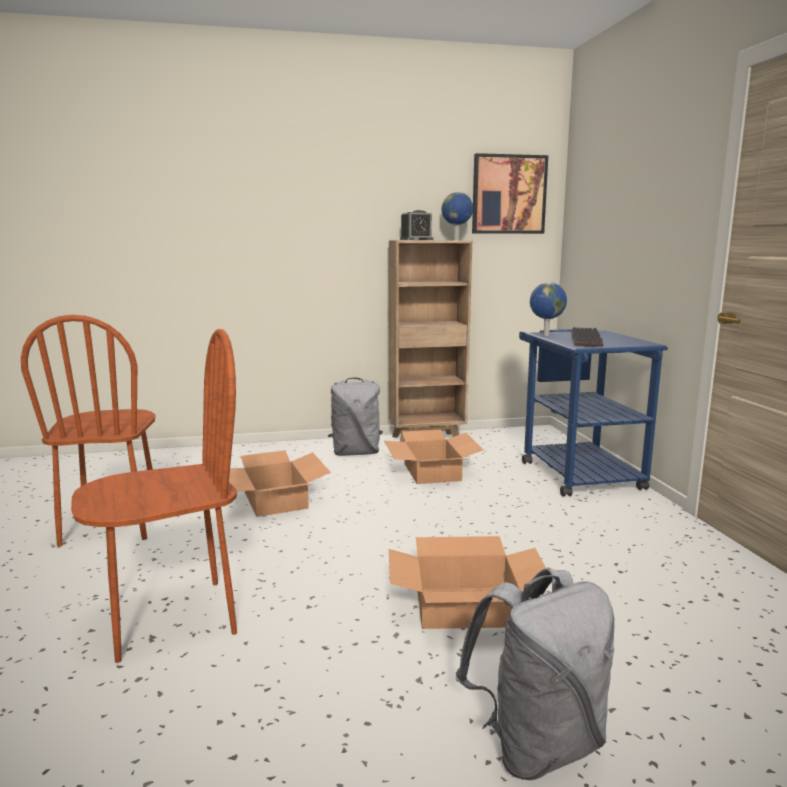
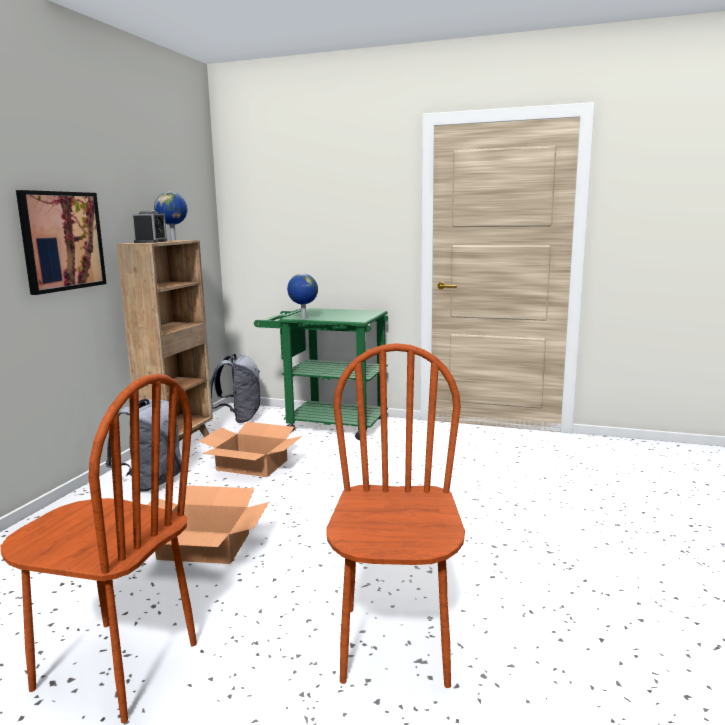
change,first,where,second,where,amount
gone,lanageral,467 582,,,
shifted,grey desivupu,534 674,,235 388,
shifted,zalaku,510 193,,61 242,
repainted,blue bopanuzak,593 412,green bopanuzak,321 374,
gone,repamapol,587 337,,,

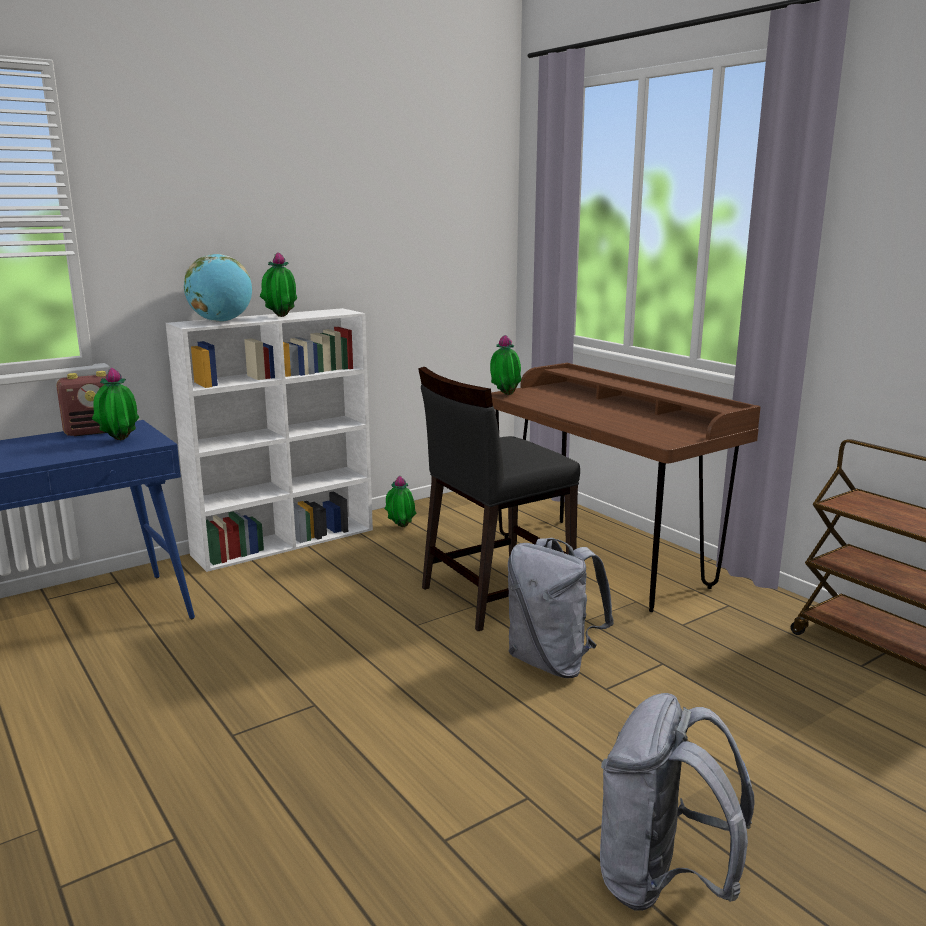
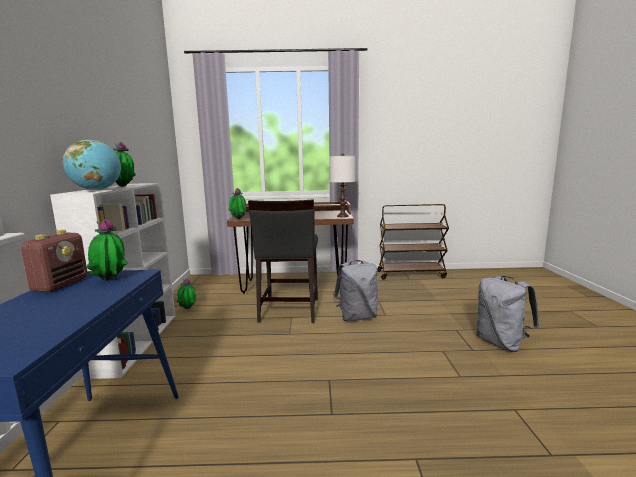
change,first,where,second,where,amount
new,,,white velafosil,342 185,

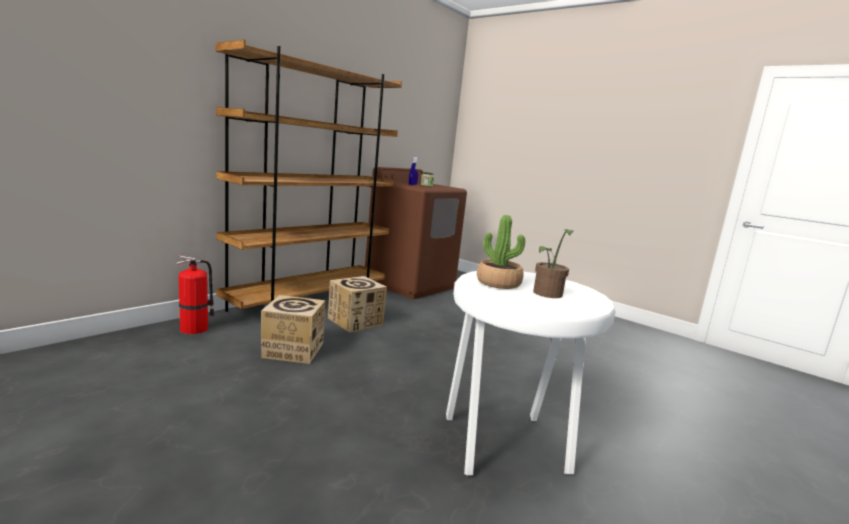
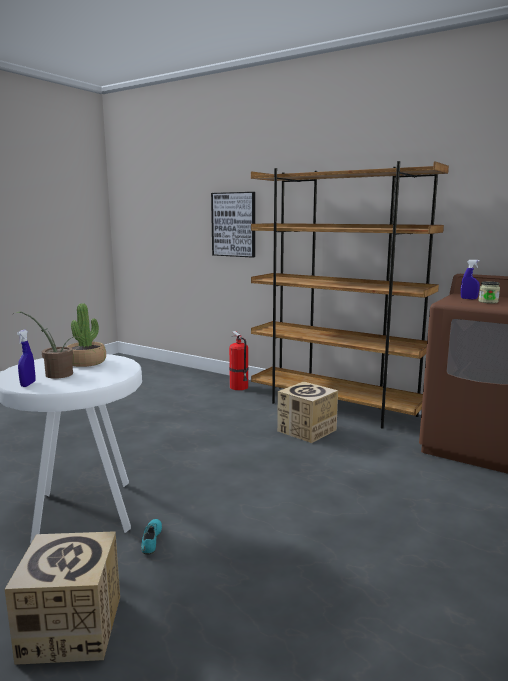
change,first,where,second,where,amount
shifted,lanageral,293 329,,62 598,
new,,,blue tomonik,26 358,
new,,,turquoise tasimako,151 537,
new,,,zalaku,233 225,

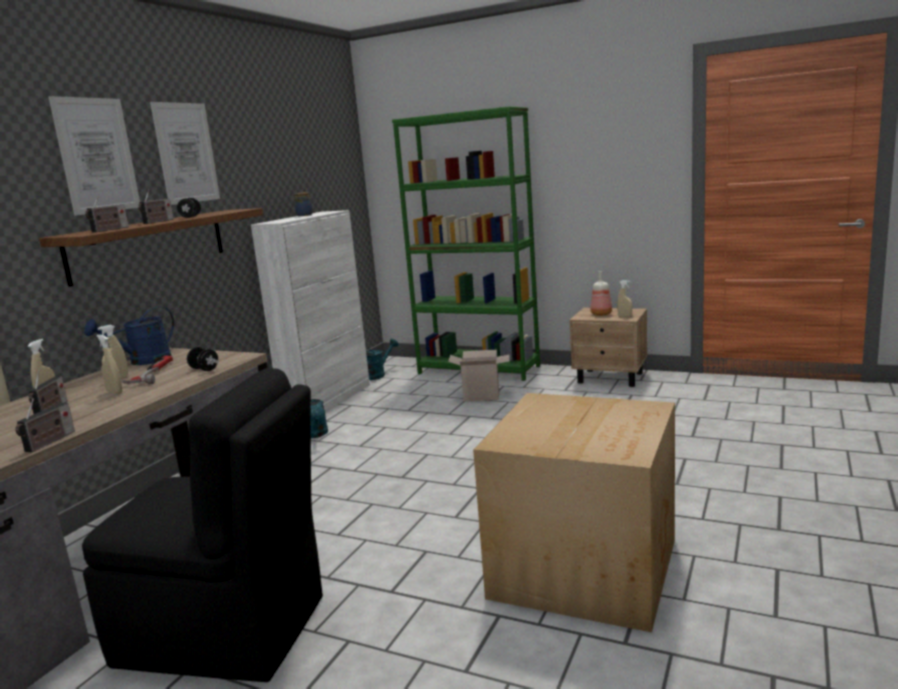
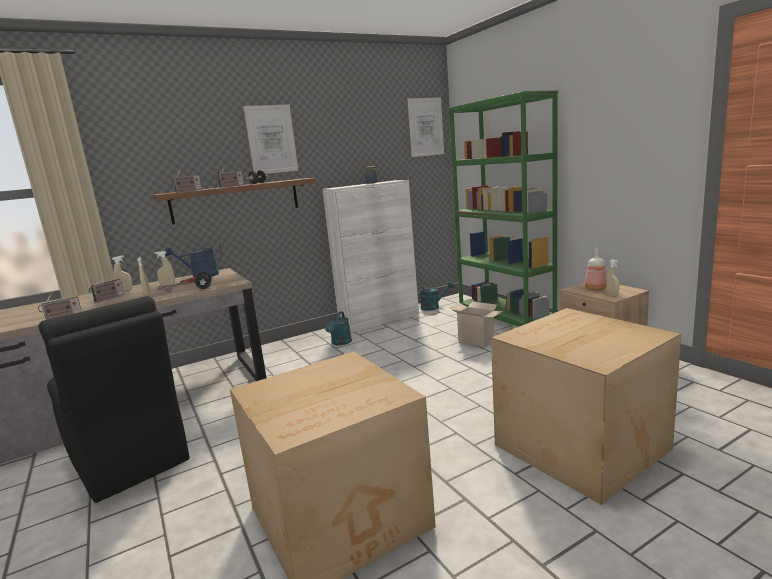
change,first,where,second,where,amount
shifted,zalaku,94 156,,425 127,
new,,,lanageral,586 406,

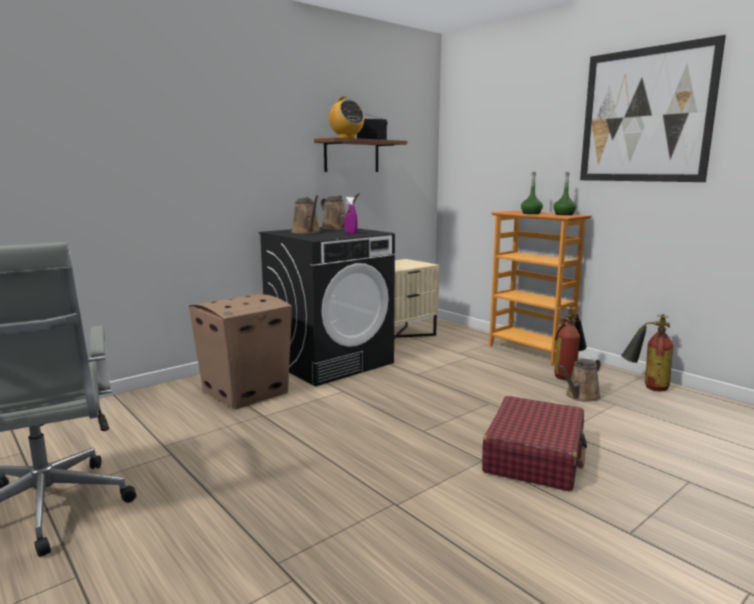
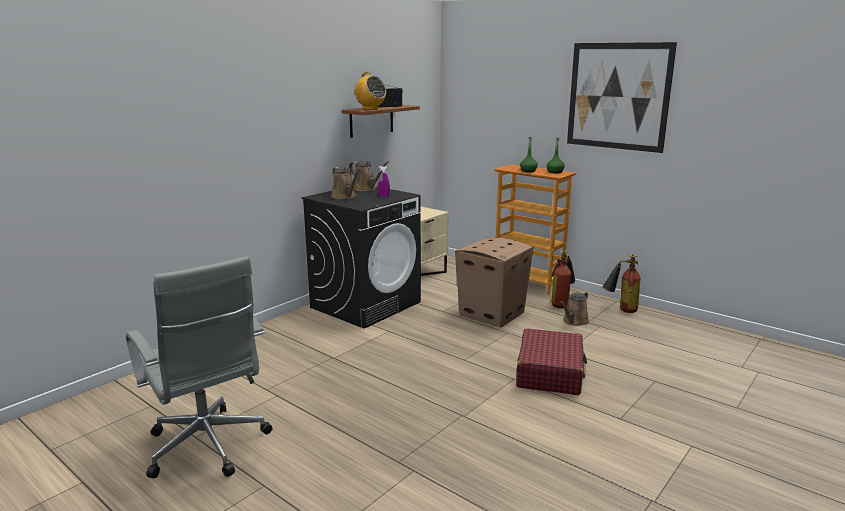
change,first,where,second,where,amount
shifted,lanageral,240 352,,494 282,

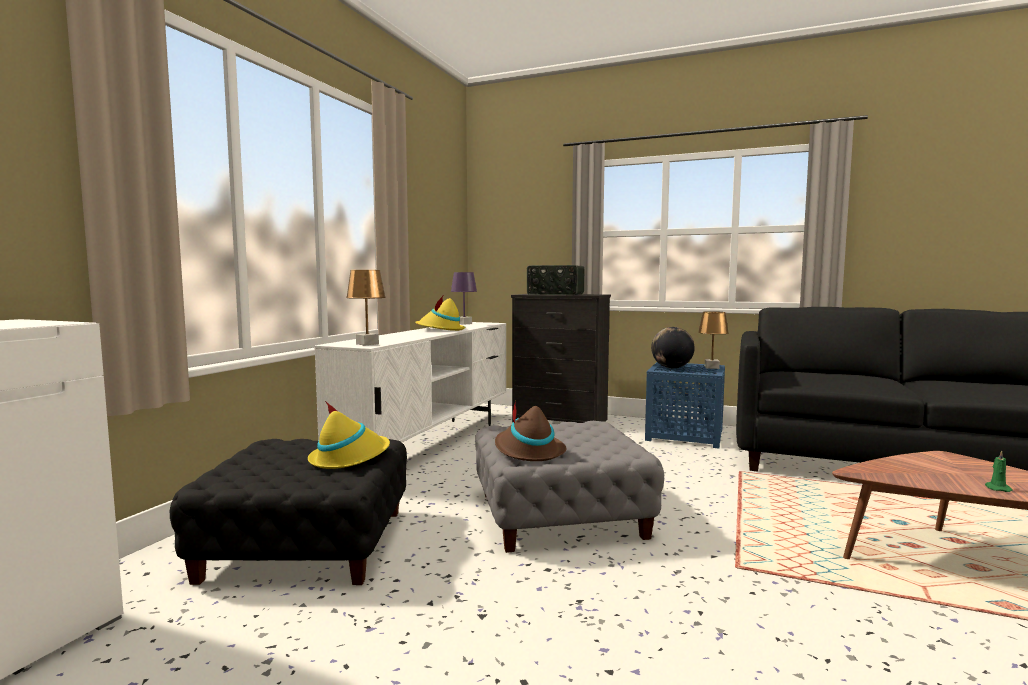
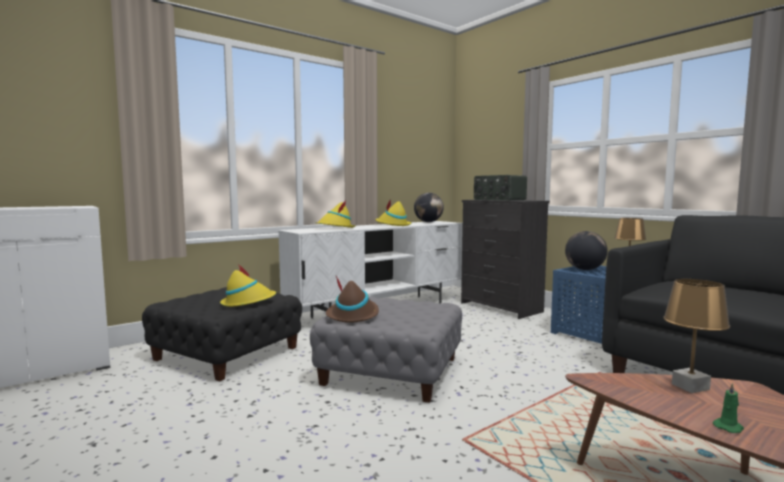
change,first,where,second,where,amount
shifted,brown velafosil,366 307,,696 336,
swapped,purple velafosil,464 298,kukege,429 207,
new,,,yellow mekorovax,335 213,

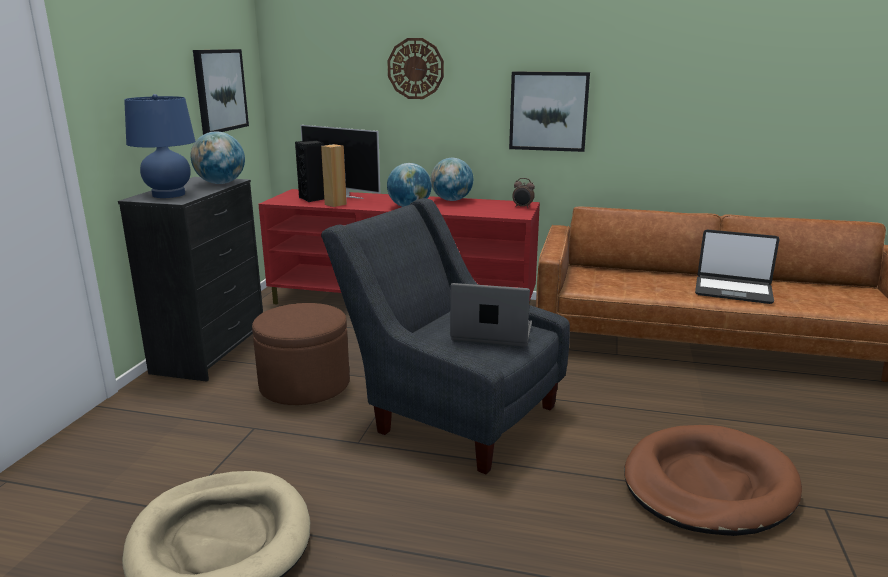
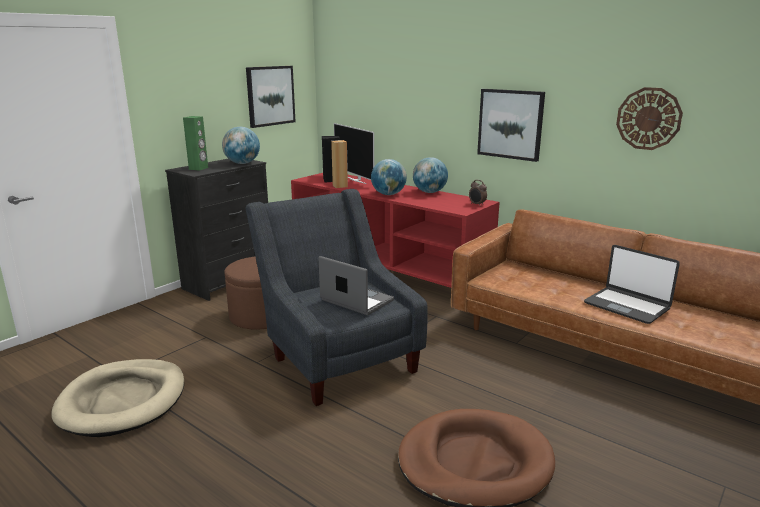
change,first,where,second,where,amount
swapped,blue velafosil,159 146,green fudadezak,195 143,
shifted,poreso,415 68,,649 118,

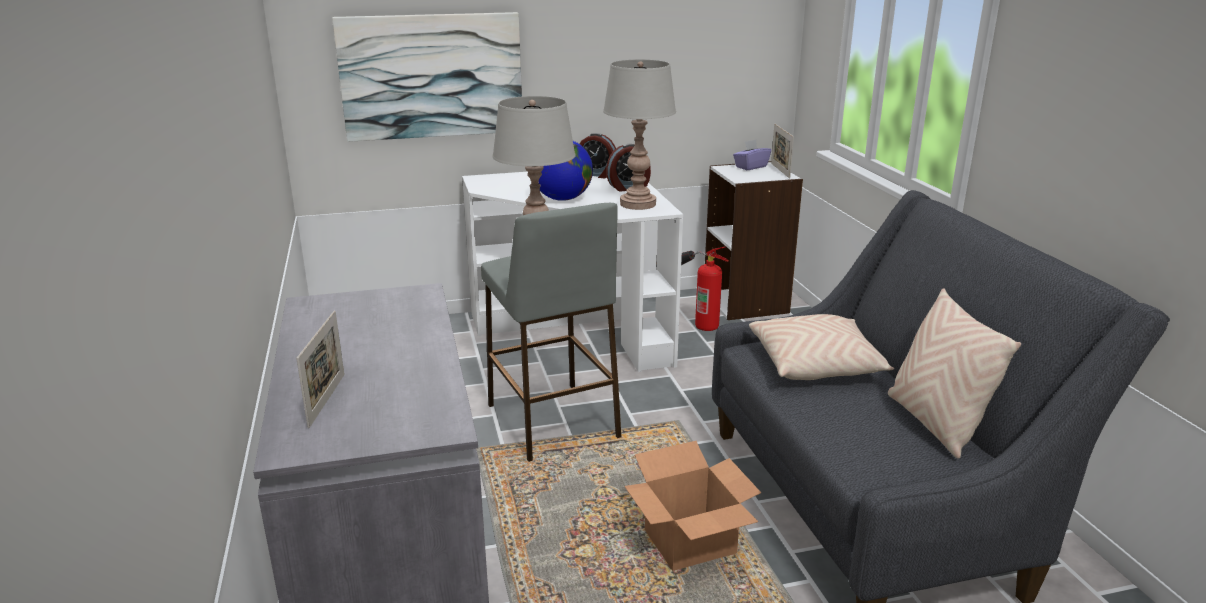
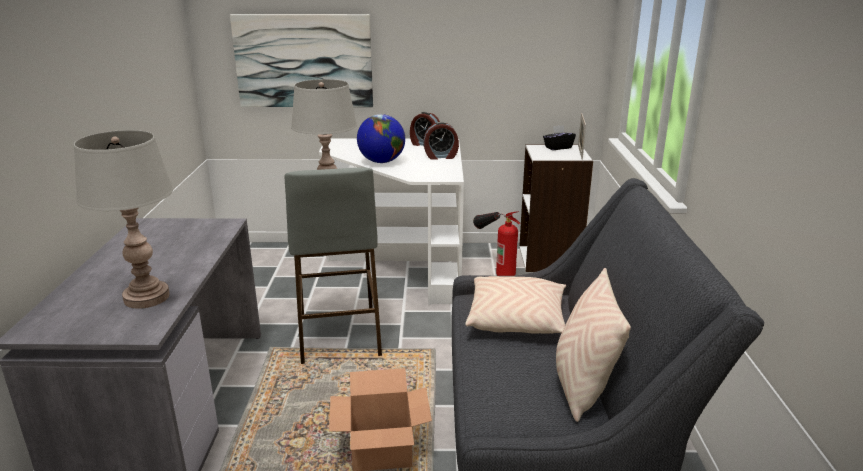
change,first,where,second,where,amount
gone,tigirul,320 369,,,
shifted,grey velafosil,639 134,,123 219,
repainted,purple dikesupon,752 155,black dikesupon,559 137,

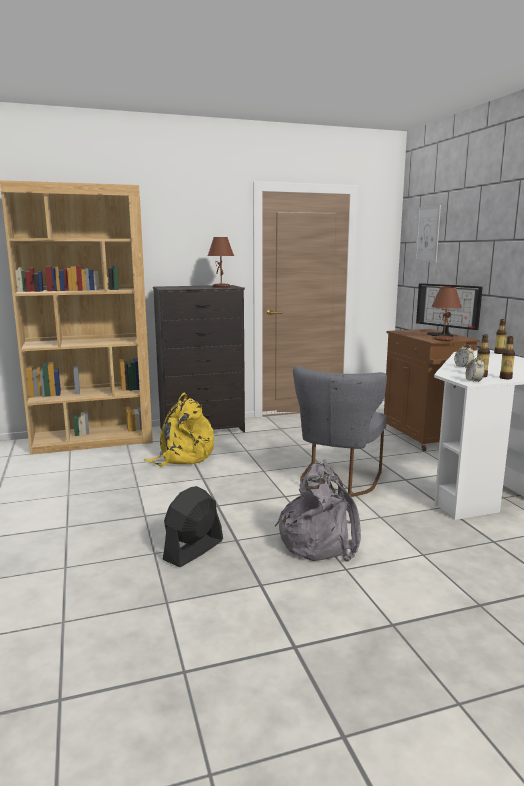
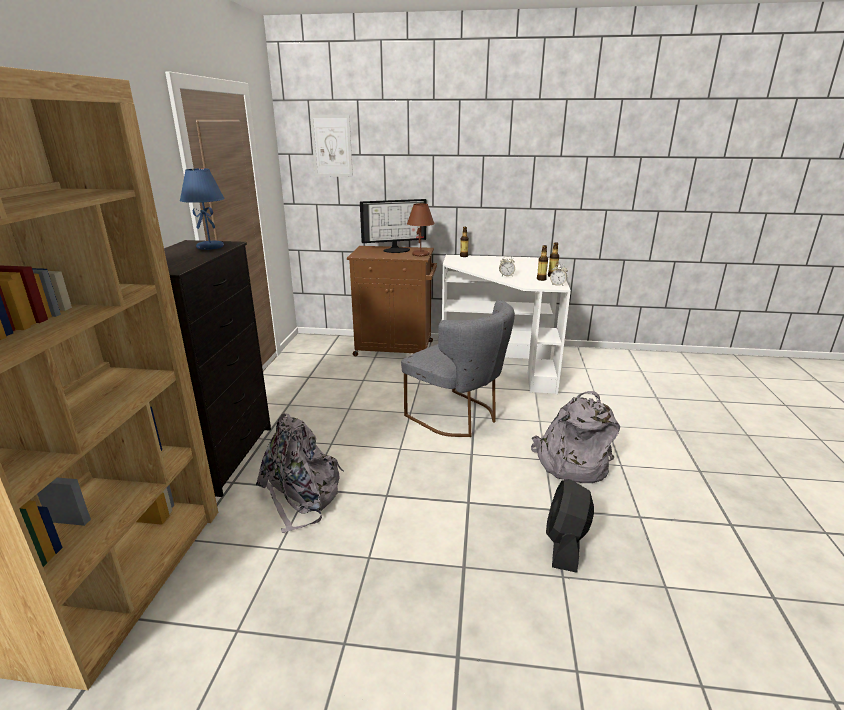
change,first,where,second,where,amount
repainted,yellow desivupu,179 429,grey desivupu,300 473,
rotated,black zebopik,193 526,,570 526,45 degrees clockwise
repainted,brown velafosil,221 262,blue velafosil,202 209,

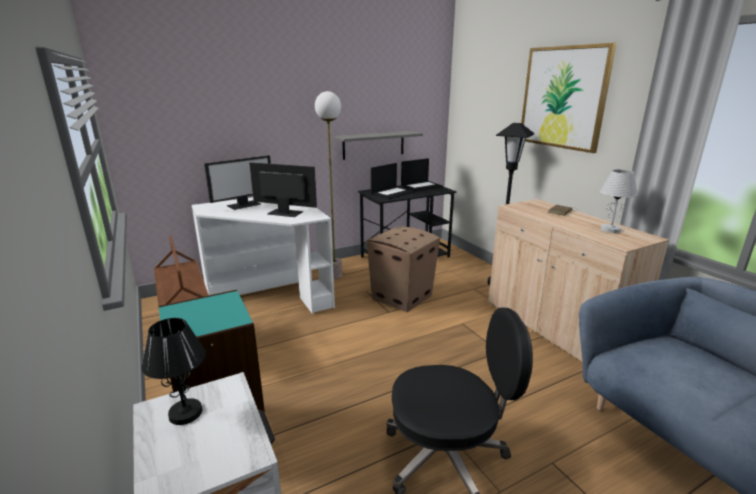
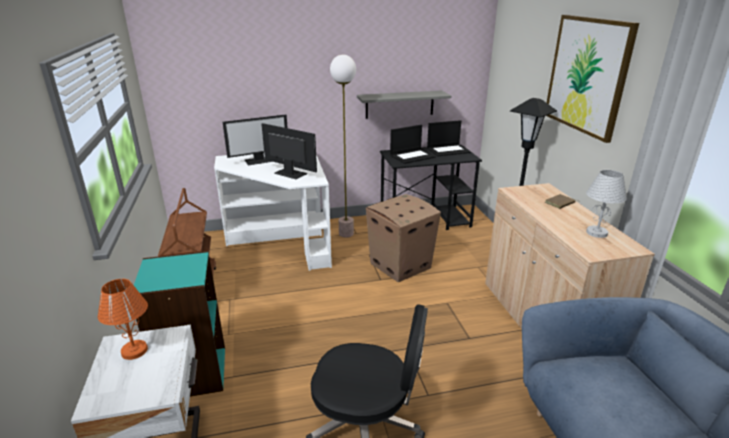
change,first,where,second,where,amount
repainted,black velafosil,173 371,orange velafosil,123 319,

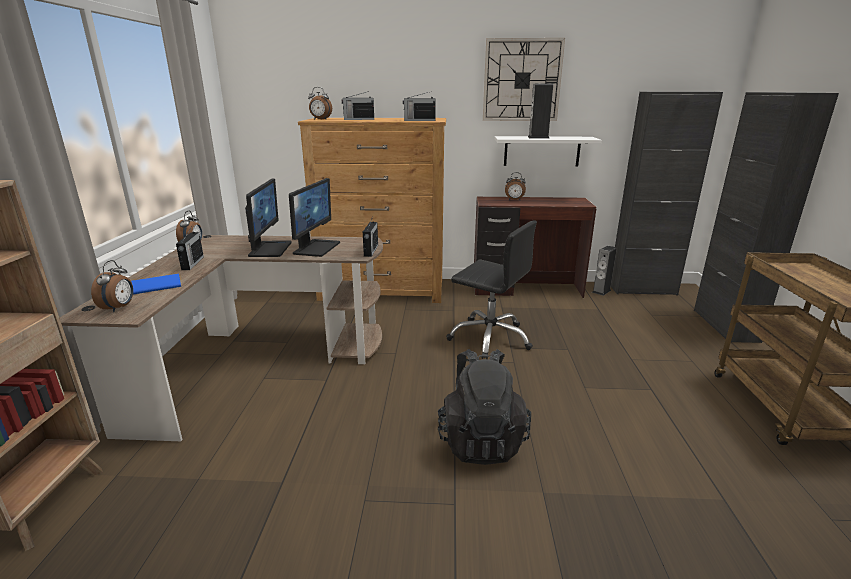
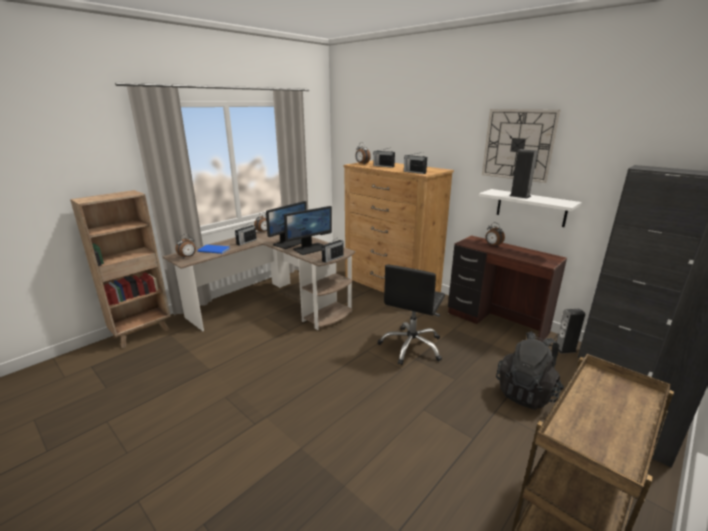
change,first,where,second,where,amount
shifted,black desivupu,484 407,,530 370,
rotated,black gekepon,491 289,,411 314,45 degrees clockwise

